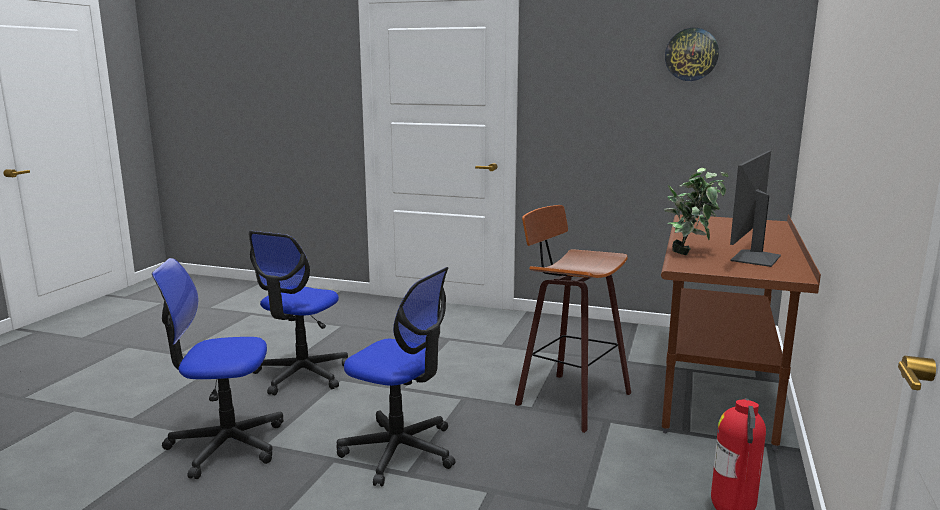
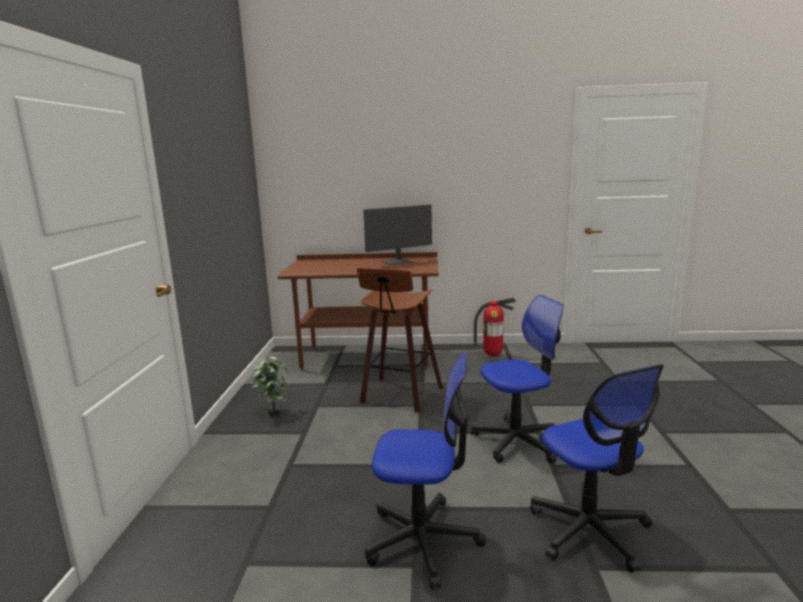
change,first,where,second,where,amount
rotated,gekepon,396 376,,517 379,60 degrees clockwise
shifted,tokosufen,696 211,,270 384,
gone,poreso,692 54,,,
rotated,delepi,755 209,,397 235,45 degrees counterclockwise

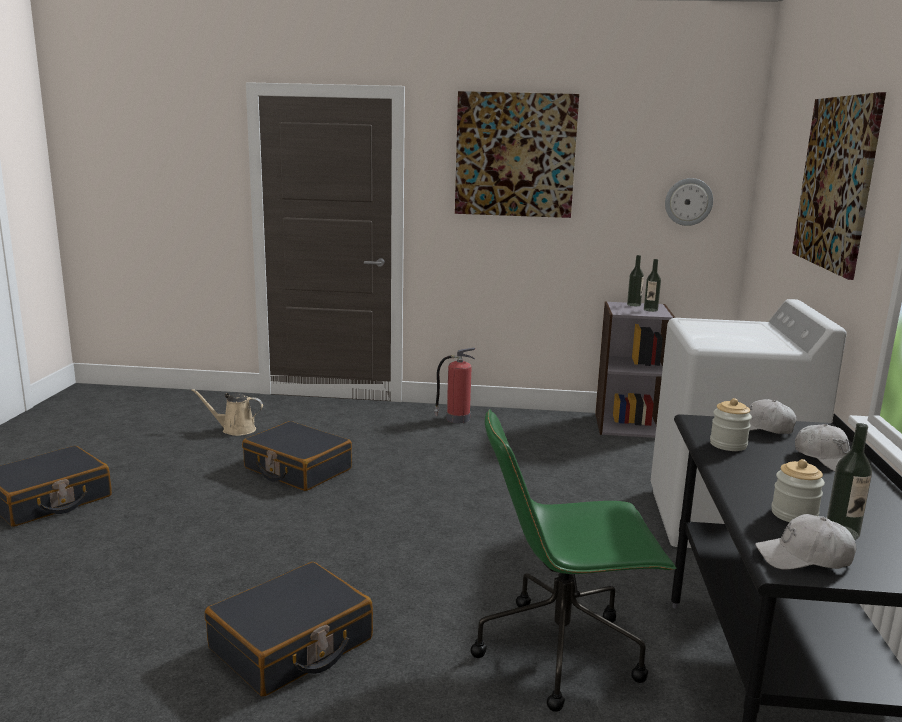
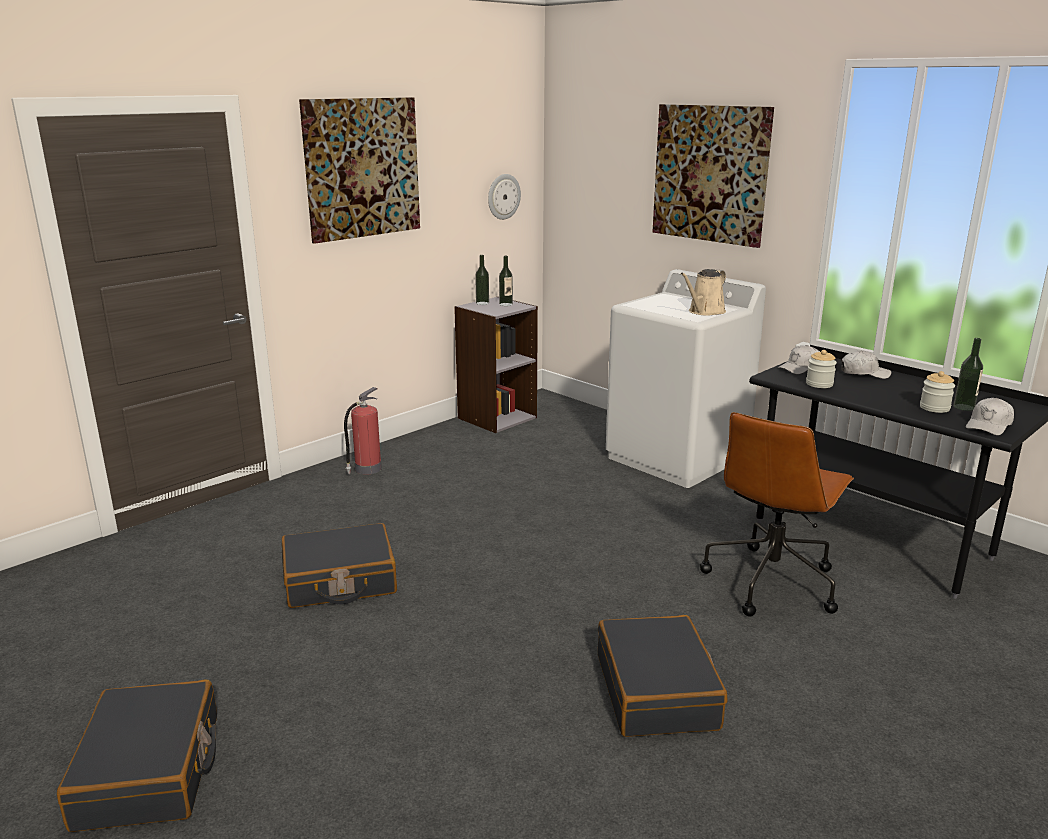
change,first,where,second,where,amount
shifted,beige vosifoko,227 412,,703 292,
repainted,green gekepon,573 560,brown gekepon,777 514,

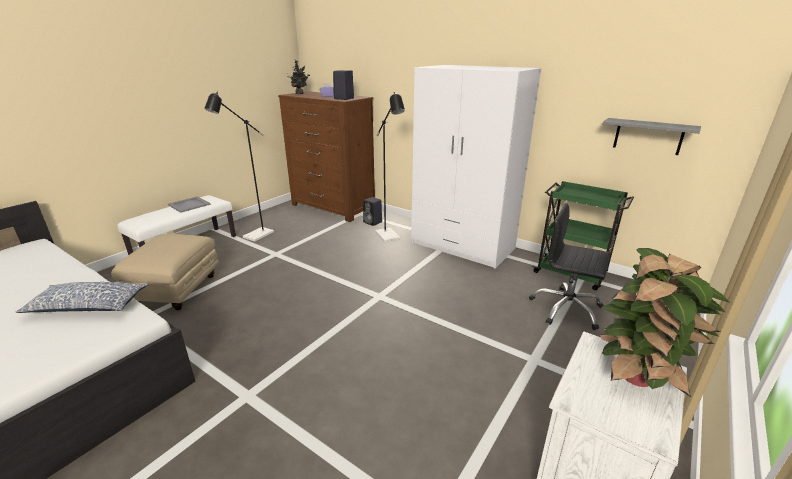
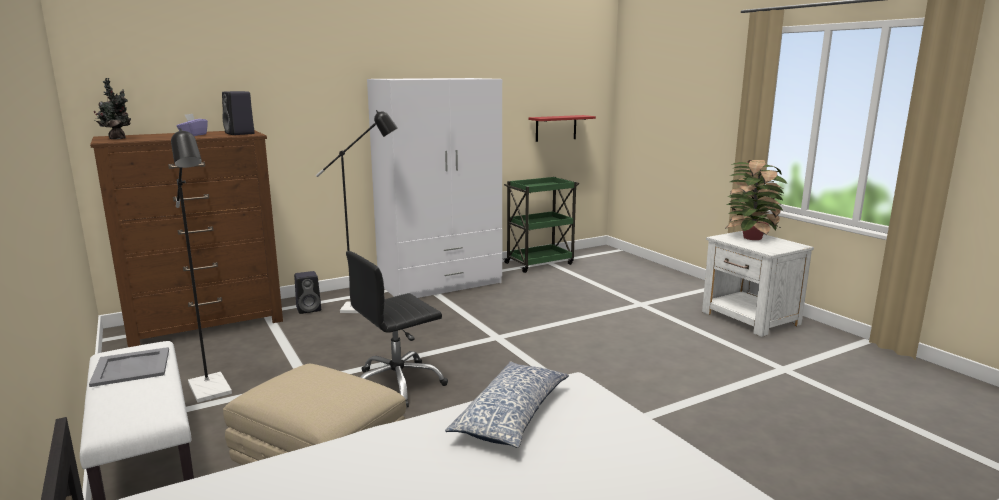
change,first,where,second,where,amount
shifted,black gekepon,569 266,,397 329,
repainted,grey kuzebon,652 136,red kuzebon,562 128,

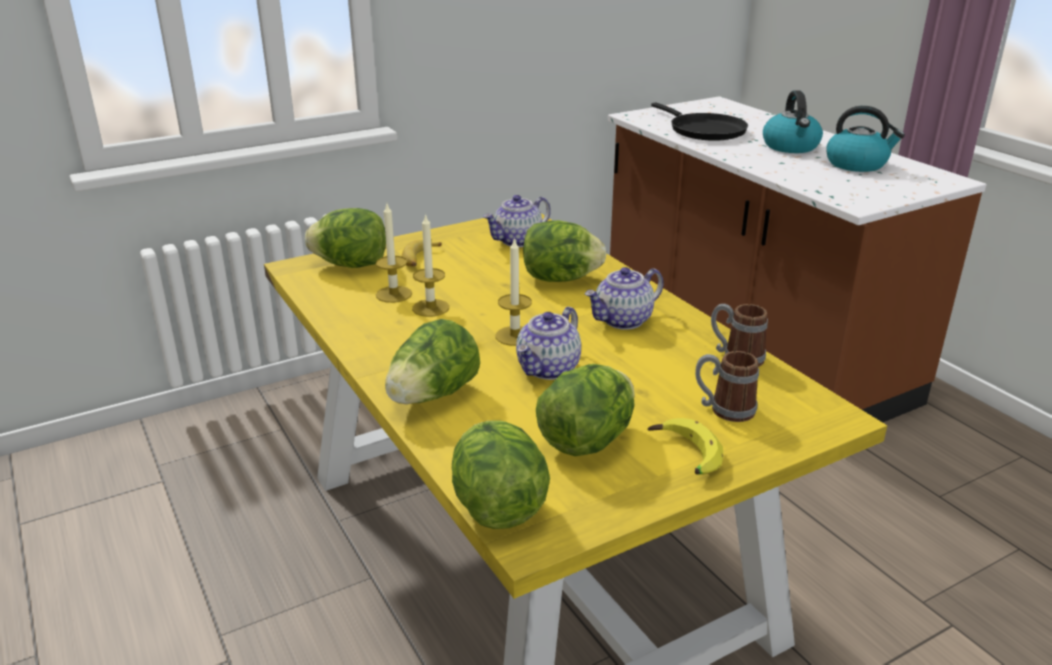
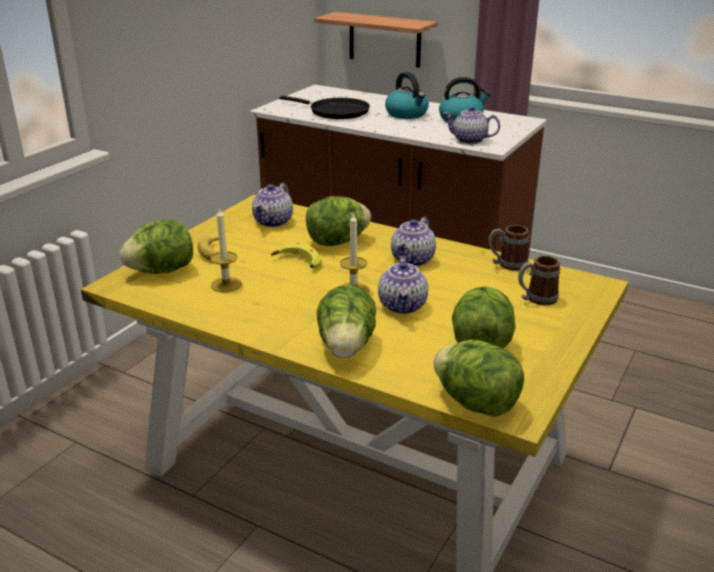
change,first,where,second,where,amount
gone,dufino,430 265,,,
shifted,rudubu,685 446,,296 255,
new,,,kuzebon,376 40,
new,,,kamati,471 125,

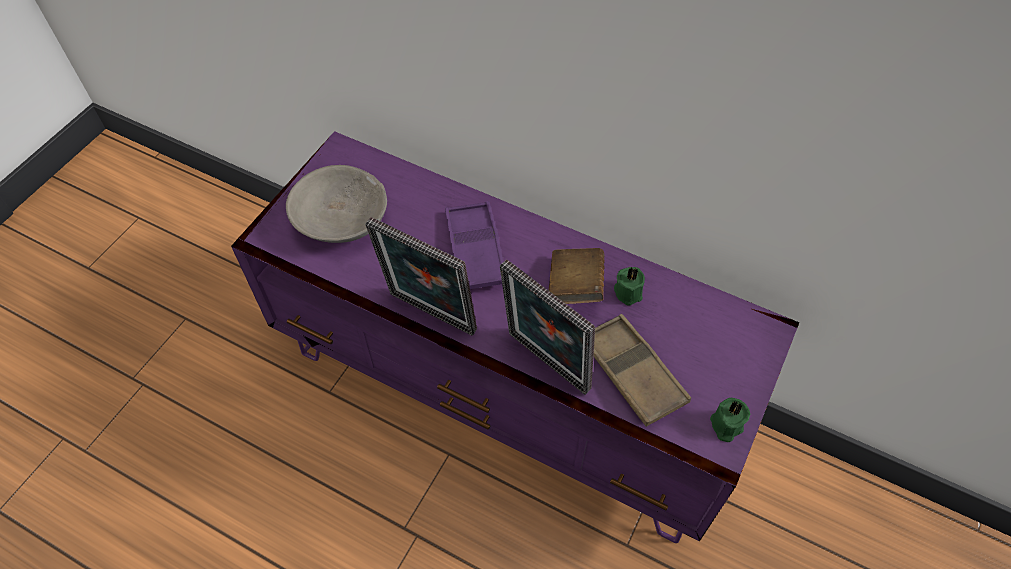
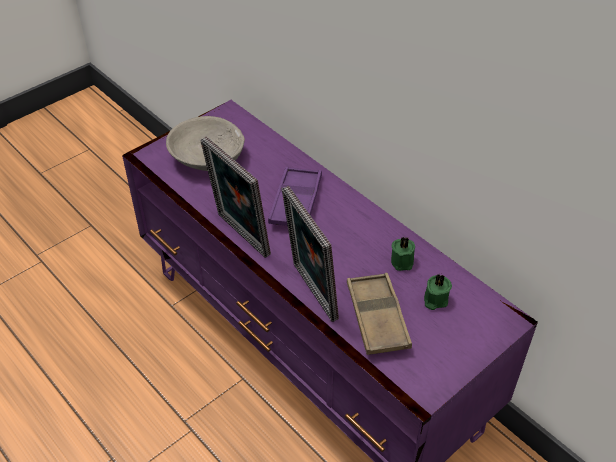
change,first,where,second,where,amount
gone,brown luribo,576 276,,,
shifted,green dufino,730 420,,438 292,

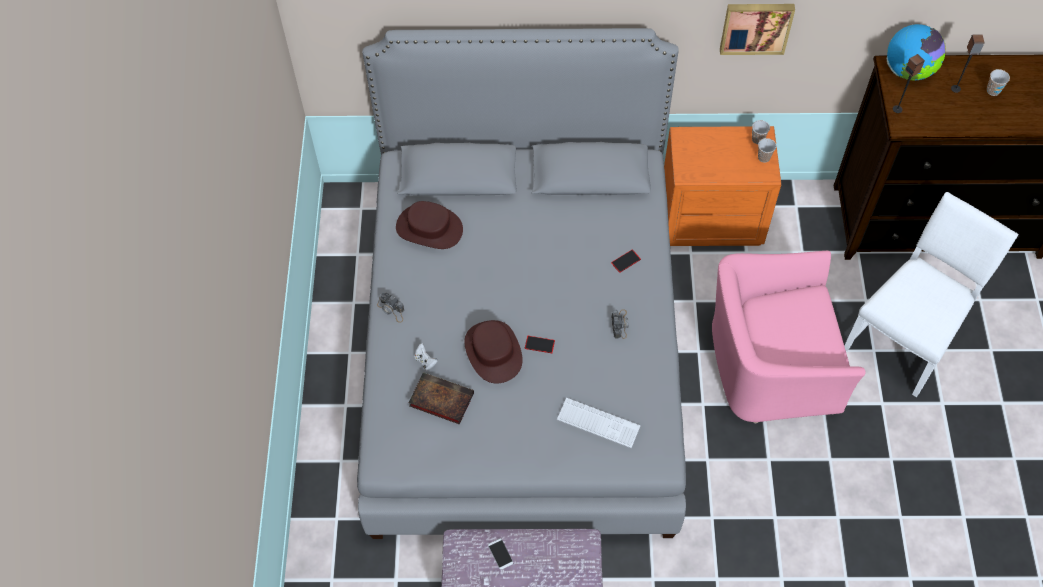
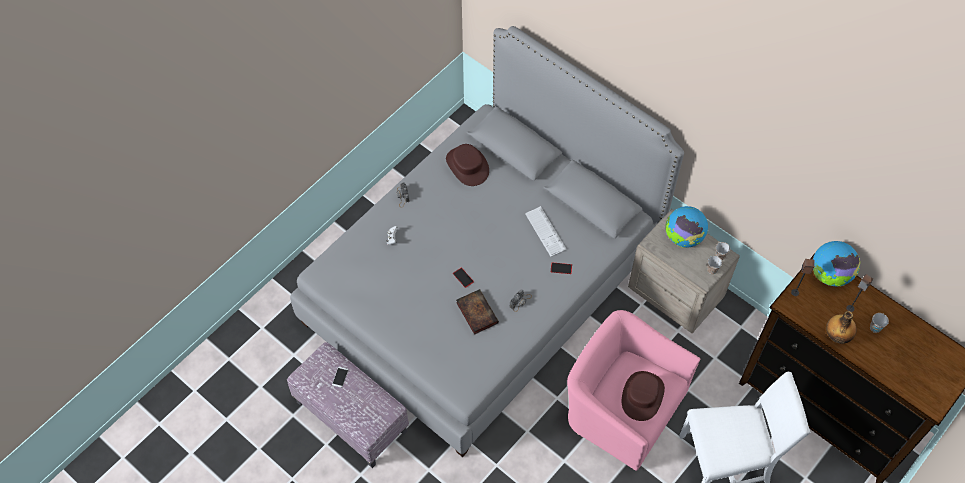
change,first,where,second,where,amount
shifted,luribo,441 398,,477 312,
shifted,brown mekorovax,493 351,,643 396,
shifted,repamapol,599 423,,546 231,
repainted,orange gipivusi,722 186,beige gipivusi,684 271,
gone,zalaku,757 29,,,
new,,,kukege,687 227,
new,,,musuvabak,841 327,

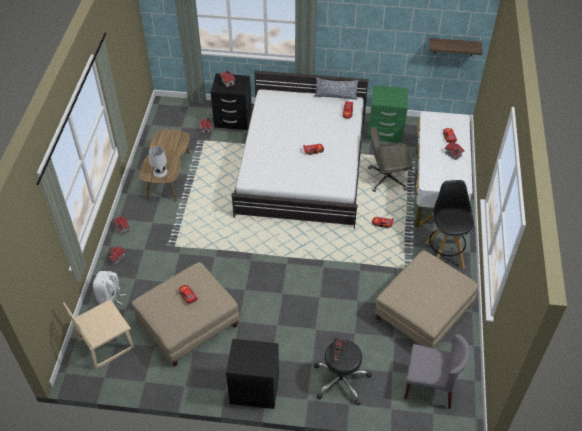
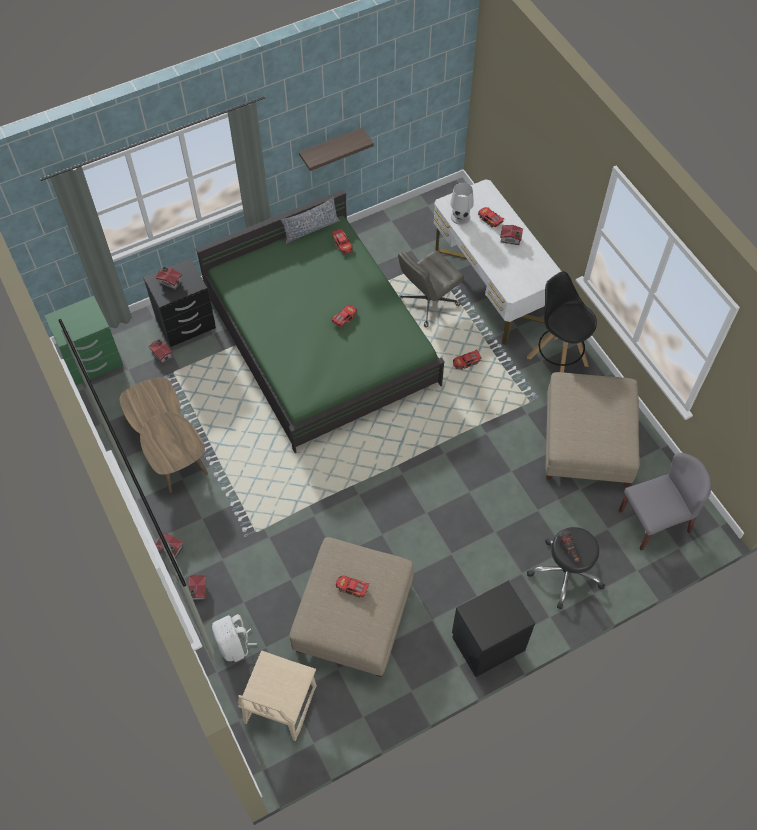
change,first,where,second,where,amount
shifted,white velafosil,158 162,,462 204,
repainted,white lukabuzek,300 149,green lukabuzek,320 321,
shifted,green gipivusi,388 114,,83 340,
shifted,kuzebon,455 47,,336 149,

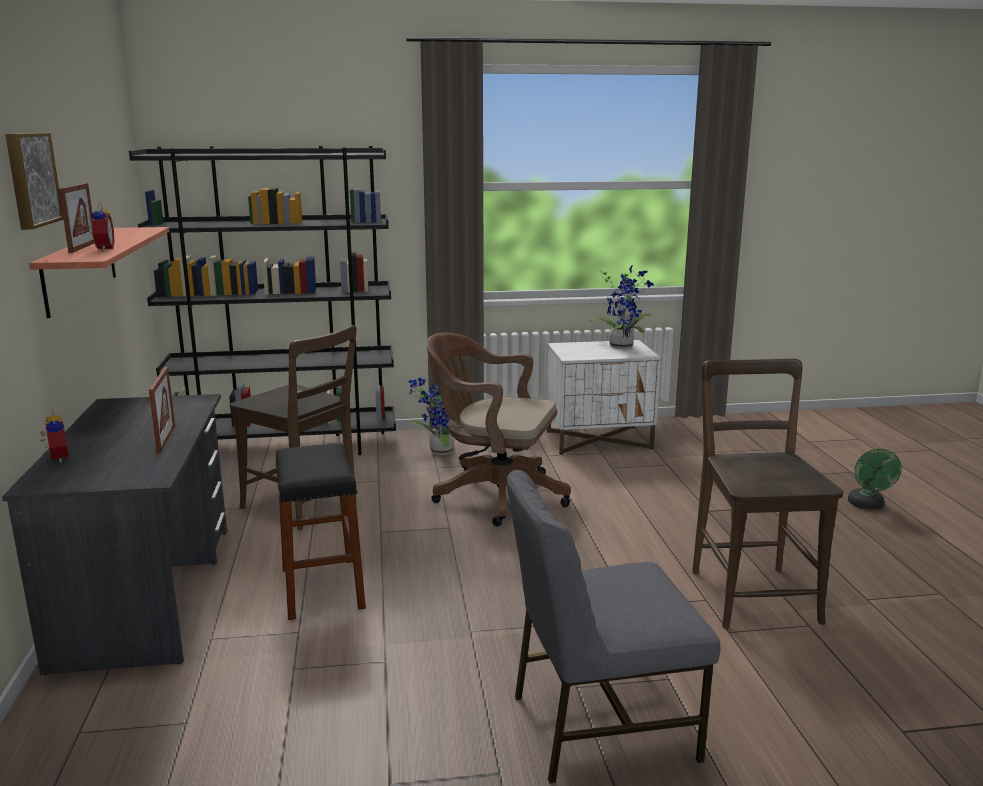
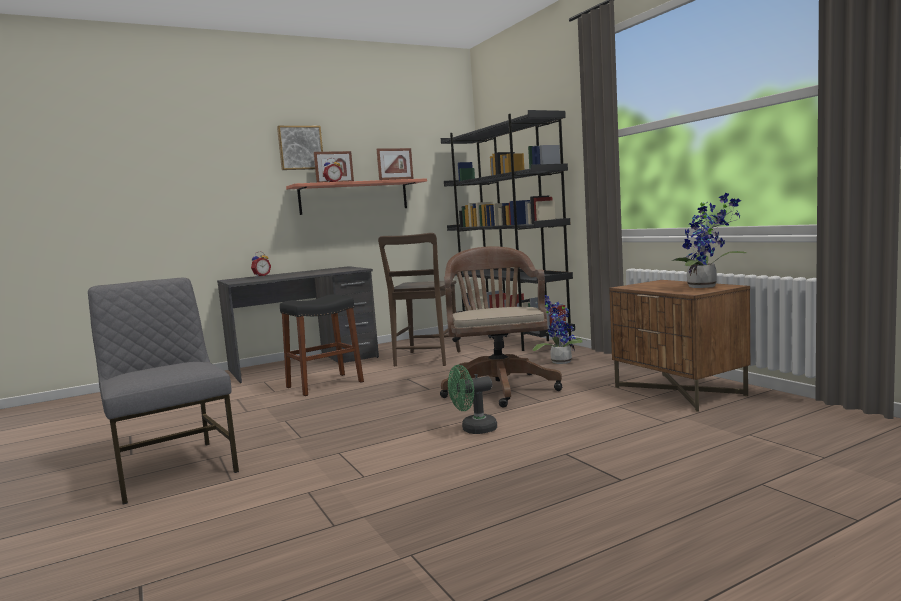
change,first,where,second,where,amount
shifted,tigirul,162 410,,395 164,
repainted,white gipivusi,603 398,brown gipivusi,679 346,
gone,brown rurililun,767 494,,,
shifted,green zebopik,875 478,,472 399,

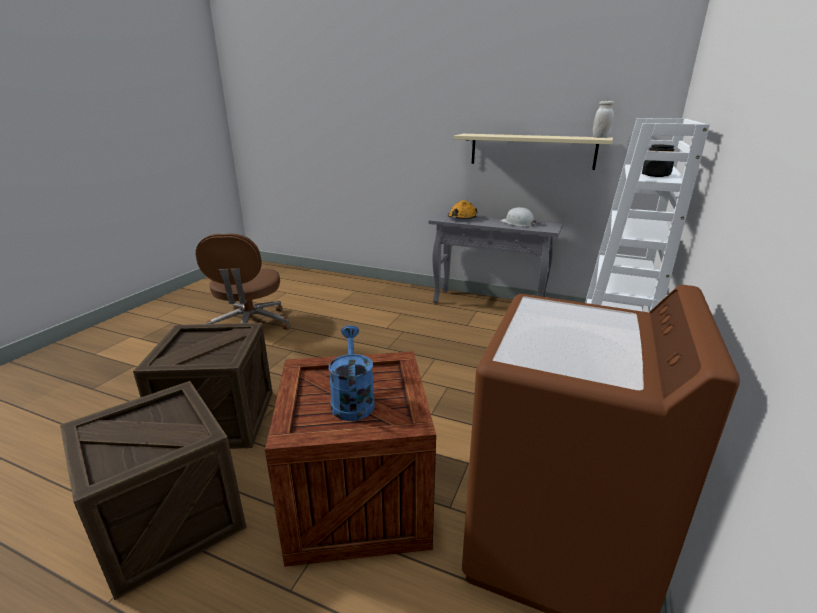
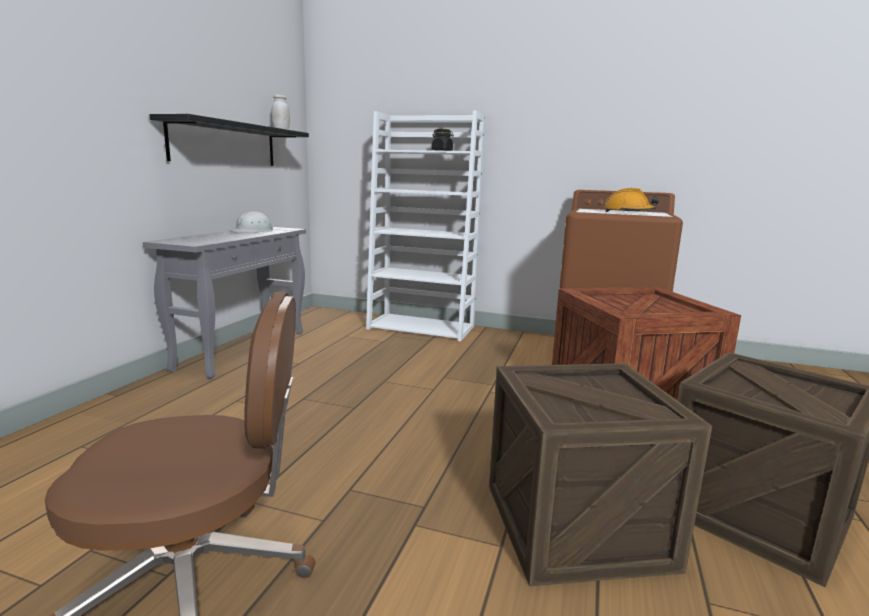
change,first,where,second,where,amount
gone,blue vosifoko,352 373,,,
shifted,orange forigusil,463 210,,632 200,
repainted,beige kuzebon,533 152,black kuzebon,229 140,

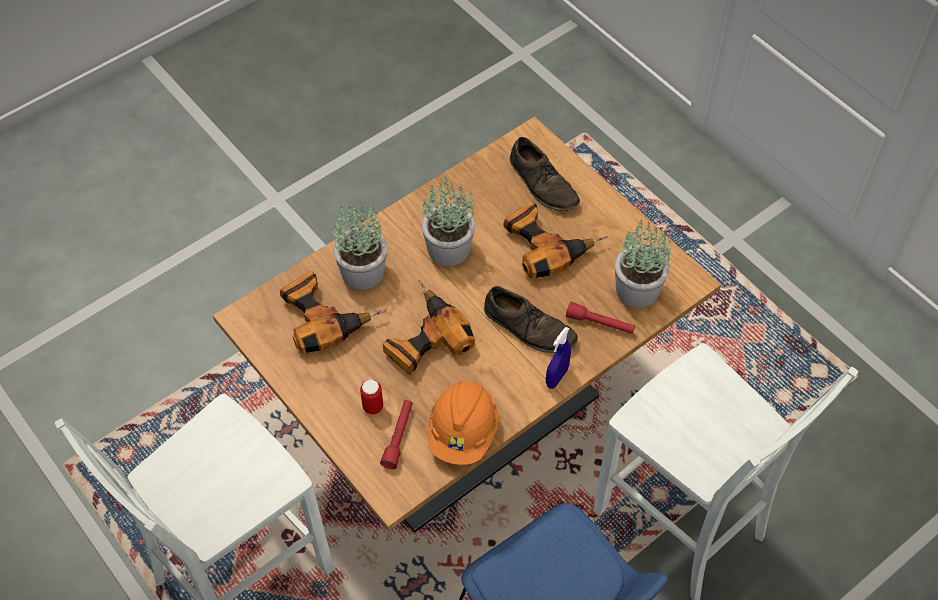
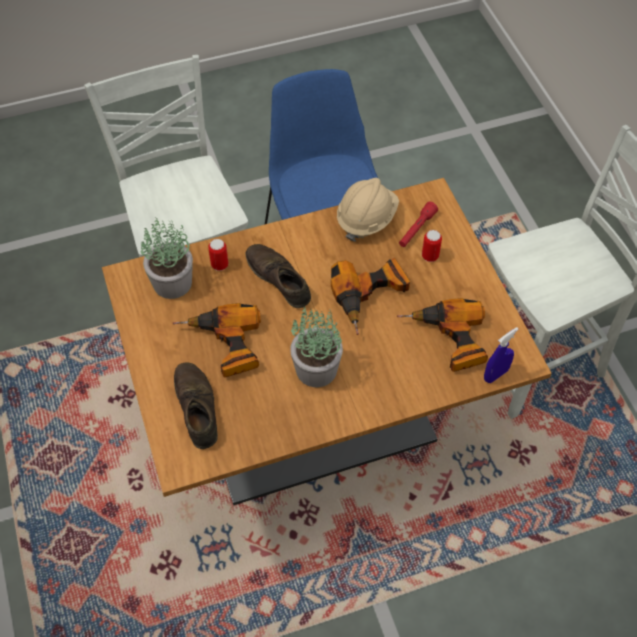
change,first,where,second,where,amount
gone,tokosufen,359 247,,,
repainted,orange forigusil,463 423,beige forigusil,368 210,
shifted,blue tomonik,558 358,,501 355,
swapped,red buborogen,600 318,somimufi,218 255,

